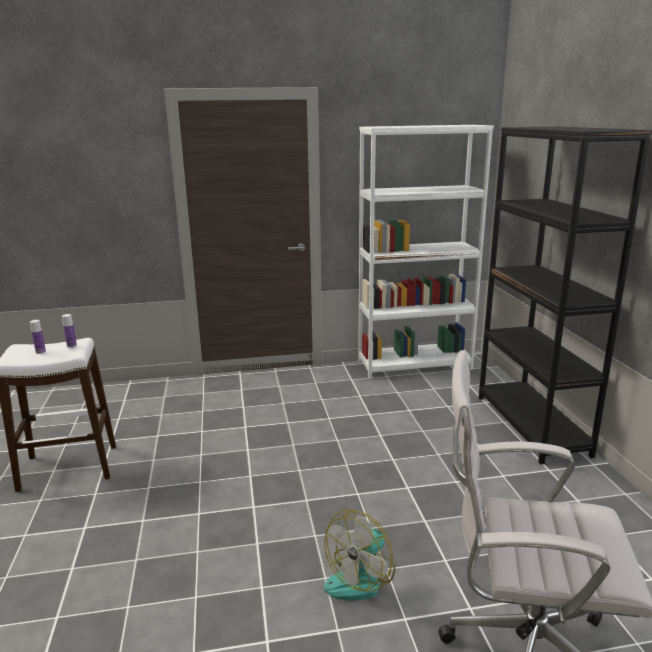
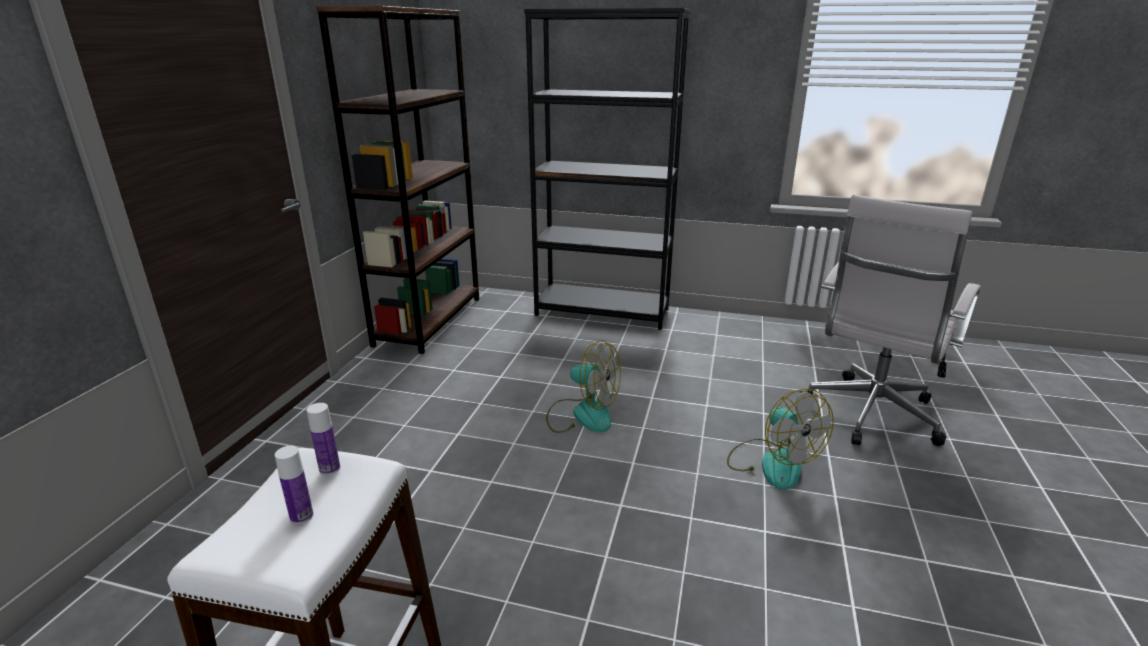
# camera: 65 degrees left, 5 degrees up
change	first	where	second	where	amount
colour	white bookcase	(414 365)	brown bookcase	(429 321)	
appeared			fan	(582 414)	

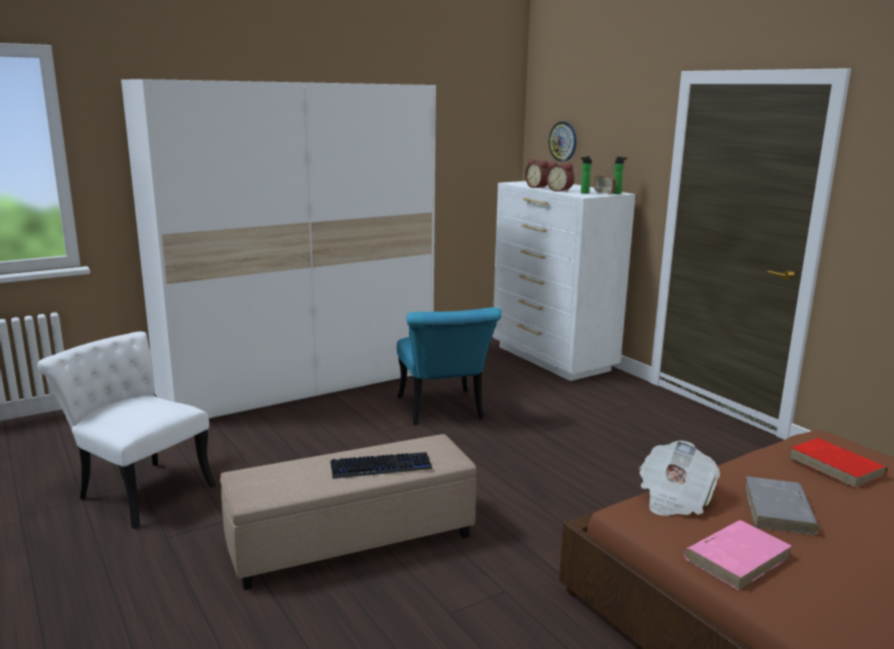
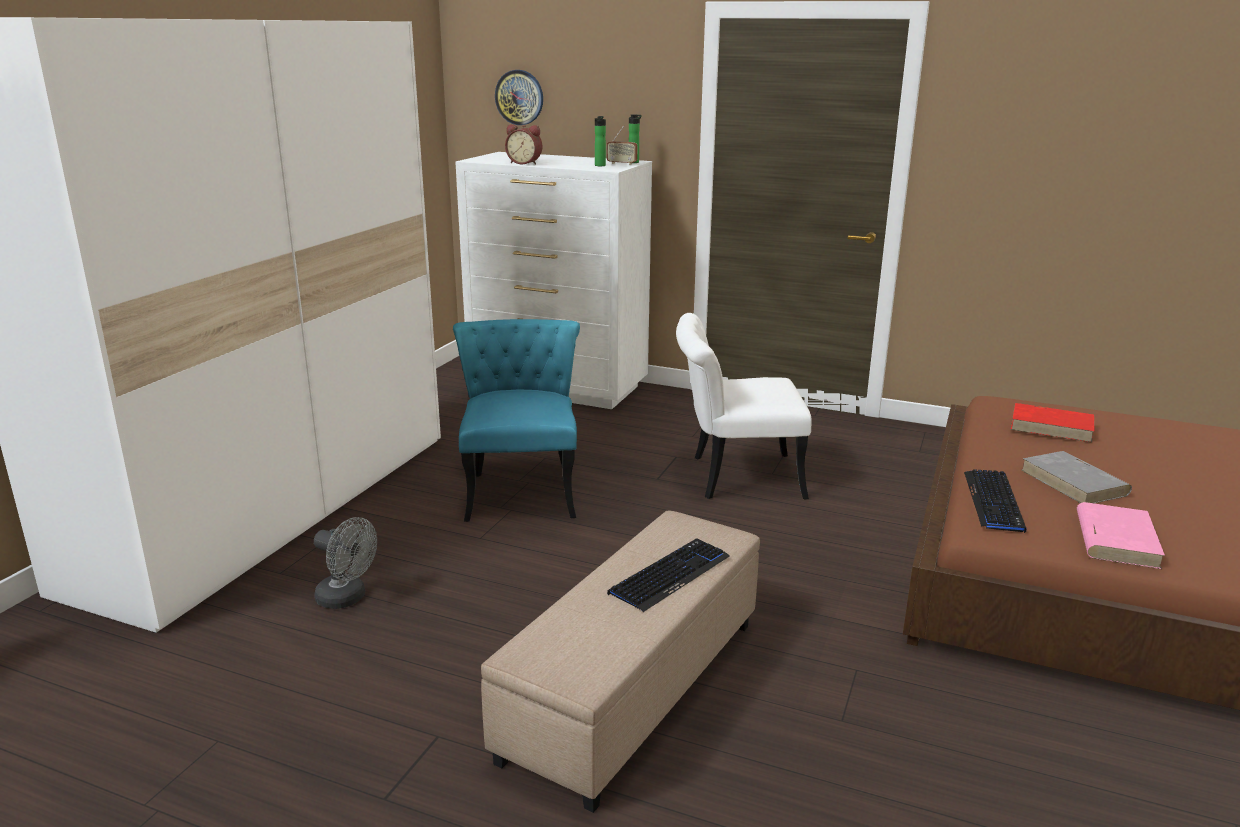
# camera: 35 degrees left, 5 degrees up
change	first	where	second	where	amount
missing	alarm clock	(560 190)			
spun	turquoise chair	(443 412)		(521 489)	135 degrees counterclockwise
relocated	white chair	(138 489)		(733 477)	
exchanged	newspaper	(674 498)	keyboard	(994 501)	
appeared			grey fan	(347 598)	

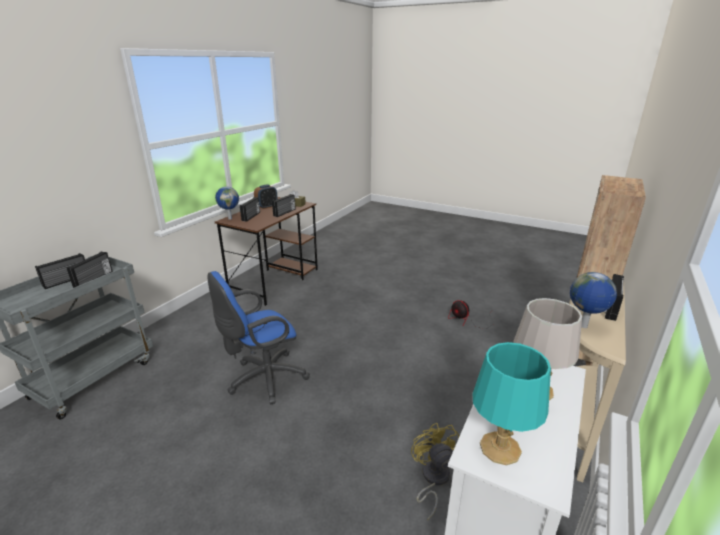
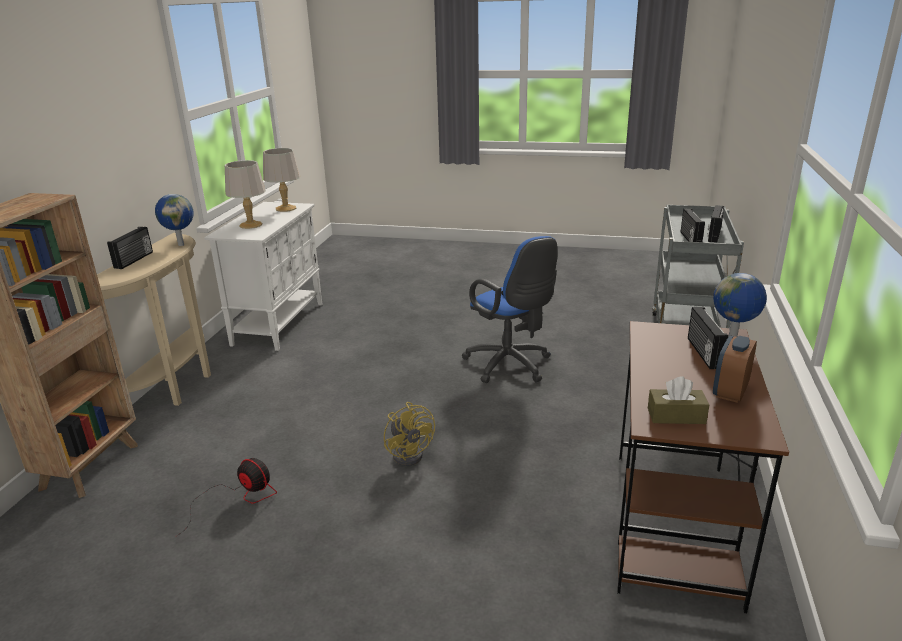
# camera: 165 degrees right, 0 degrees up
change	first	where	second	where	amount
missing	radio	(285 213)			
spun	blue office chair	(263 379)		(511 366)	105 degrees clockwise
colour	turquoise table lamp	(500 447)	grey table lamp	(285 208)	
relocated	yellow fan	(432 479)		(410 453)	

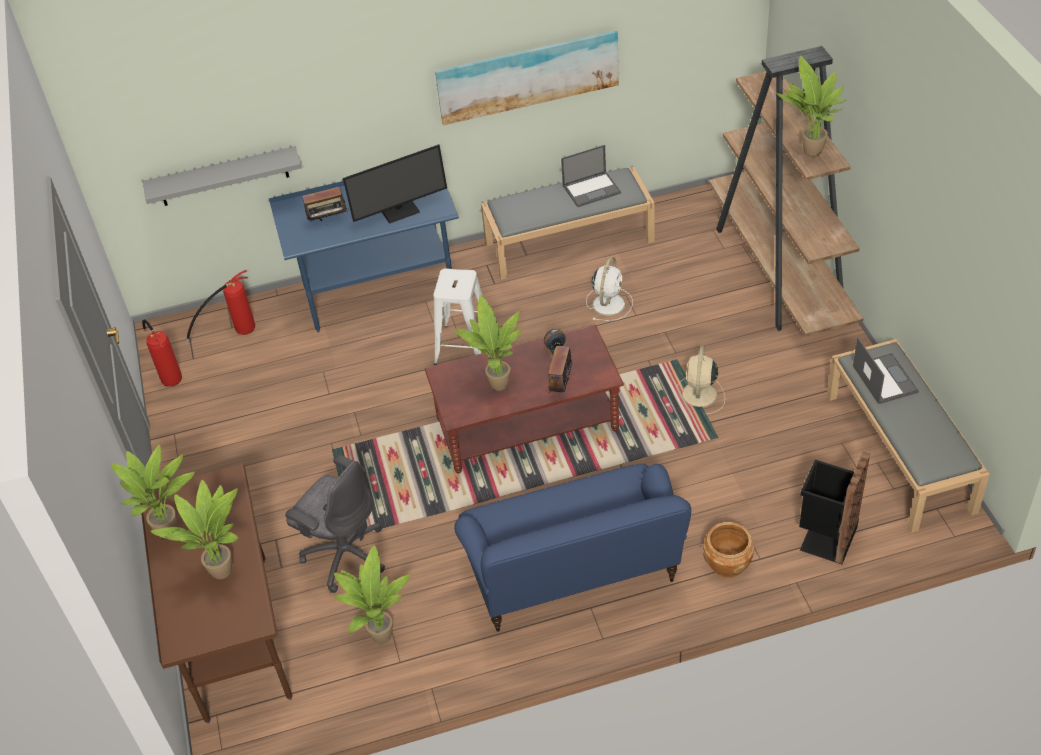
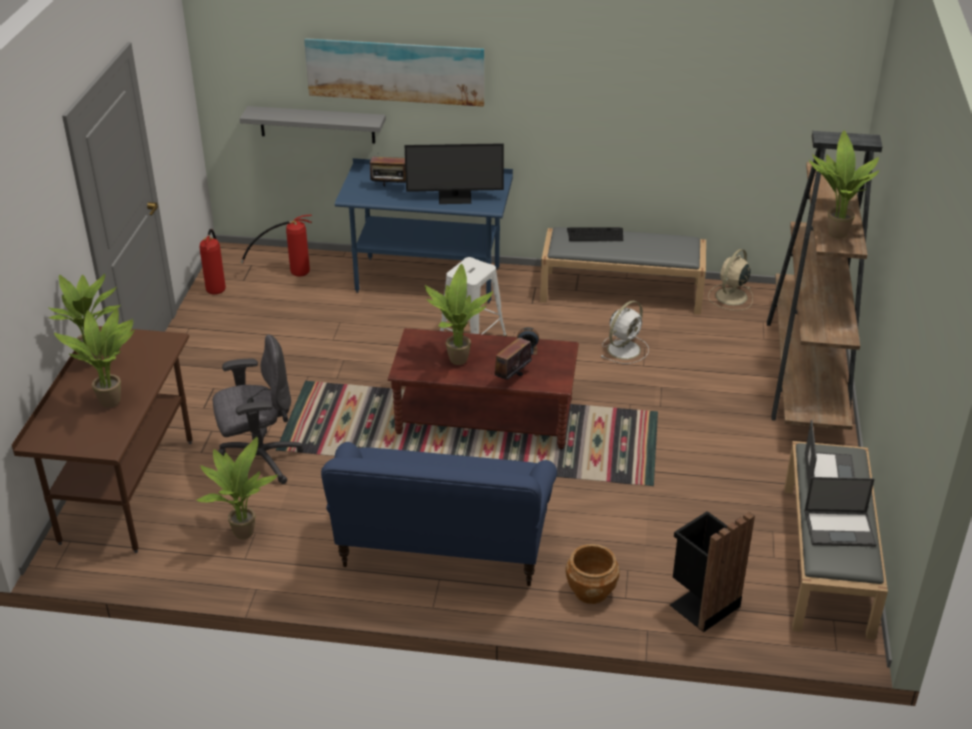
# camera: 20 degrees right, 10 degrees down
change	first	where	second	where	amount
relocated	picture	(527 75)		(395 70)	
relocated	laptop	(592 189)		(840 528)	
relocated	beige fan	(699 396)		(730 297)	
spun	grey office chair	(344 554)		(259 461)	75 degrees counterclockwise
appeared			keyboard	(595 235)	

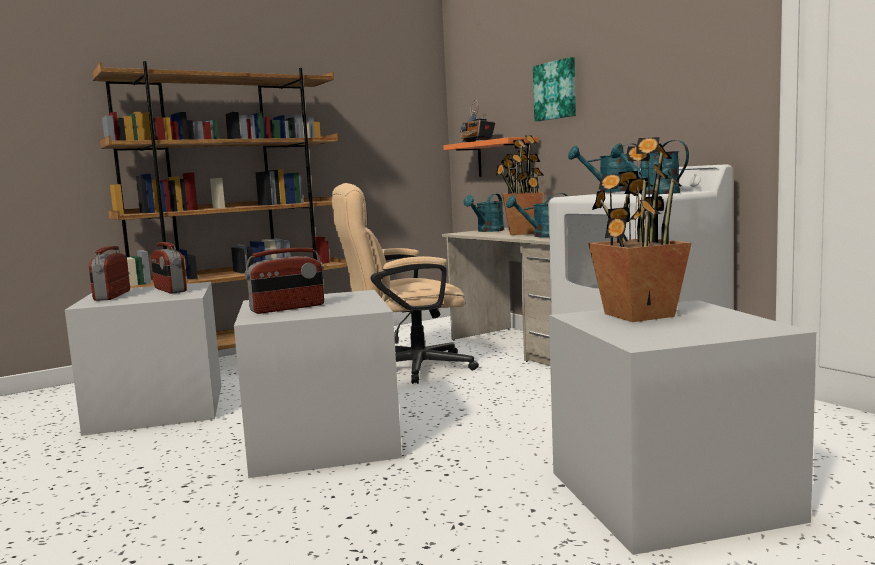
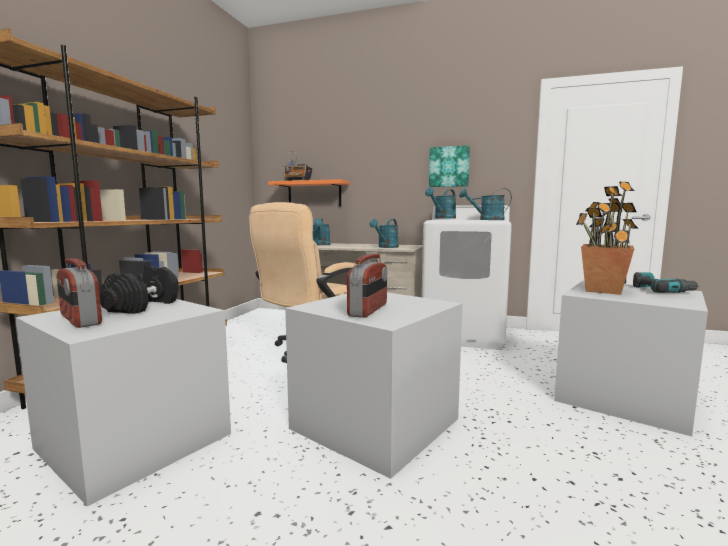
# camera: 40 degrees left, 0 degrees up
change	first	where	second	where	amount
relocated	picture	(556 90)		(449 167)	
missing	potted plant	(522 233)			
exchanged	radio	(169 290)	black dumbbell	(143 306)	
appeared			power drill	(662 290)	

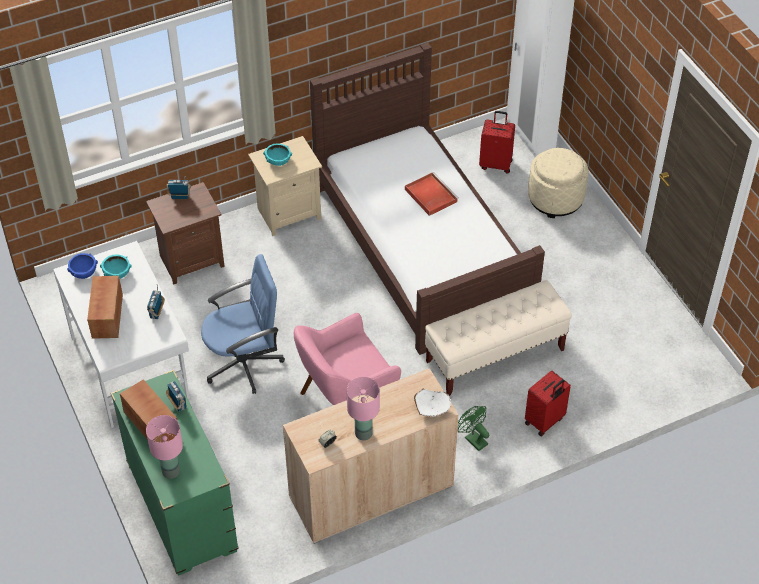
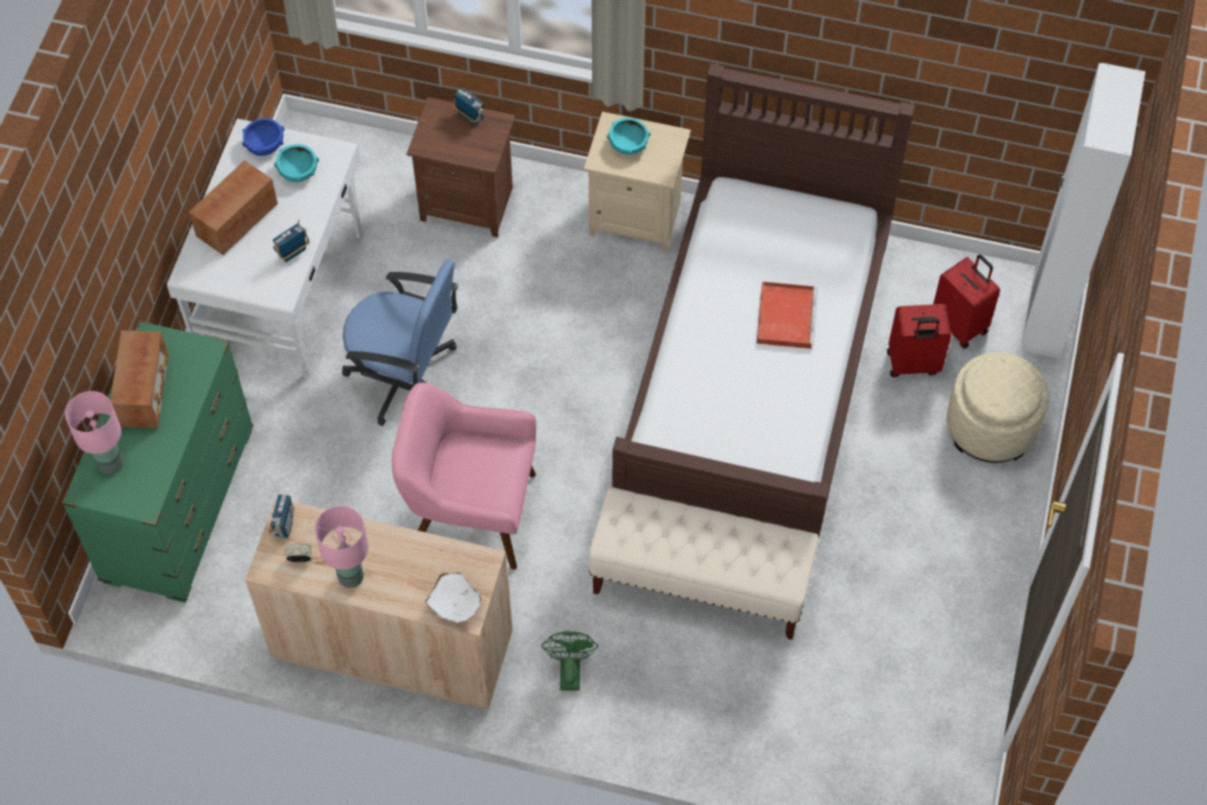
# camera: 40 degrees right, 10 degrees up
change	first	where	second	where	amount
relocated	red suitcase	(545 421)		(913 364)	
relocated	radio	(178 404)		(284 525)	

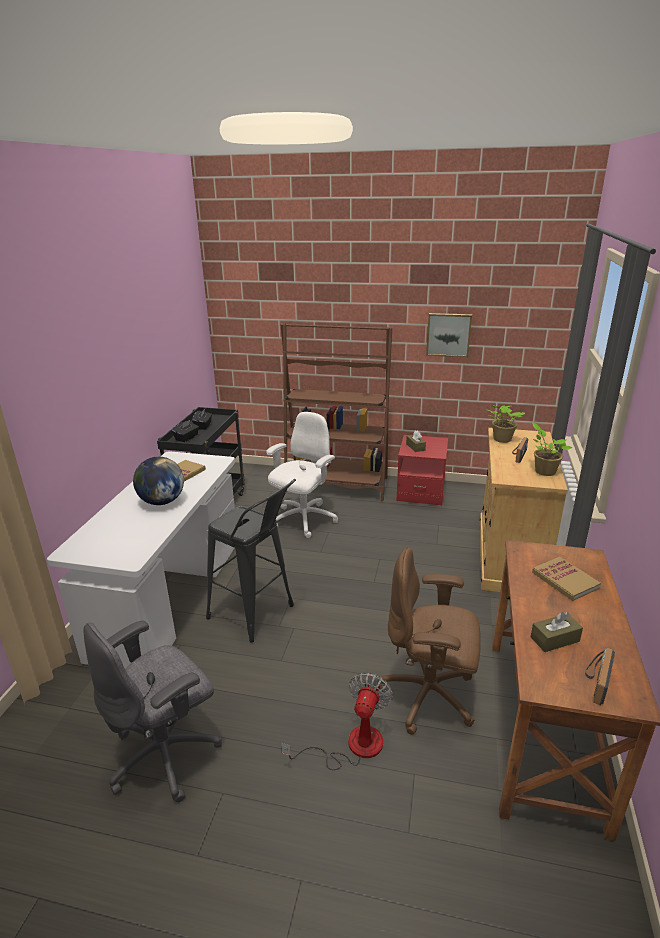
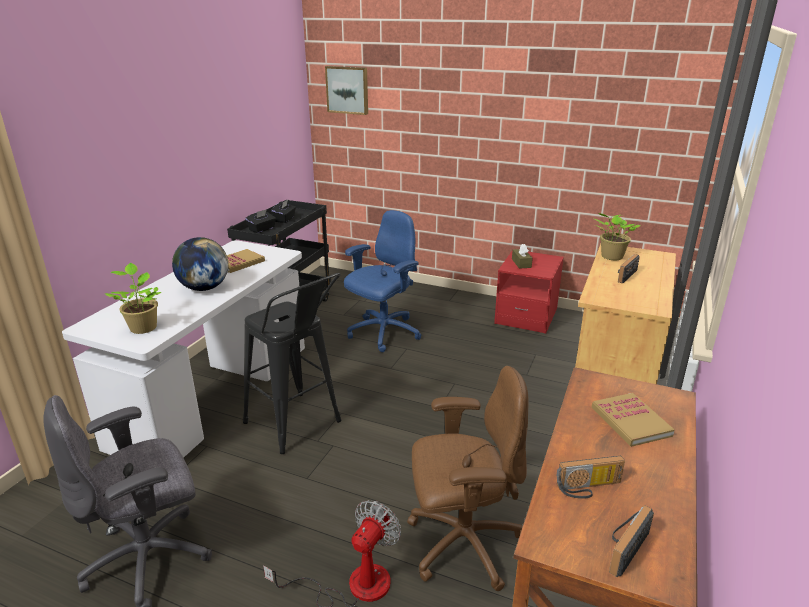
# camera: 10 degrees right, 0 degrees up
change	first	where	second	where	amount
relocated	picture	(448 334)		(348 90)	
missing	brown bookcase	(337 485)			
colour	white office chair	(303 520)	blue office chair	(383 333)	
relocated	potted plant	(543 471)		(143 327)	
spun	brown office chair	(429 696)		(462 543)	150 degrees clockwise
exchanged	brown tissue box	(554 639)	radio	(589 488)	

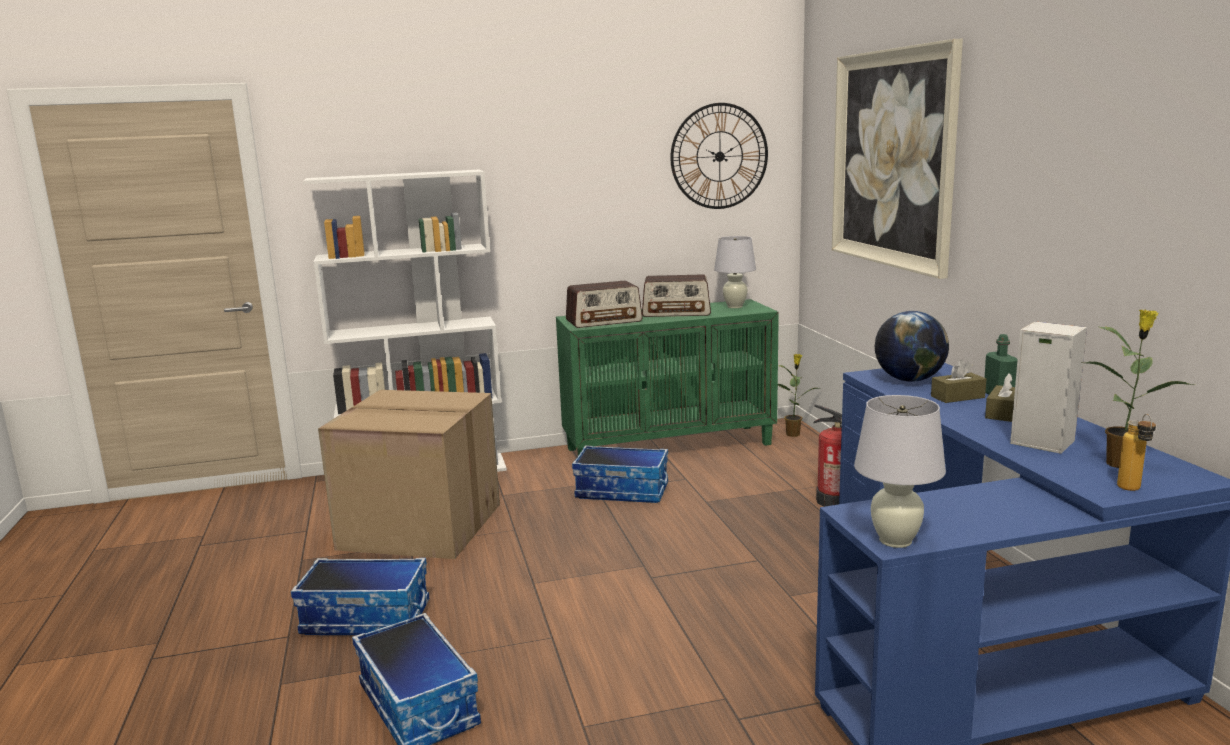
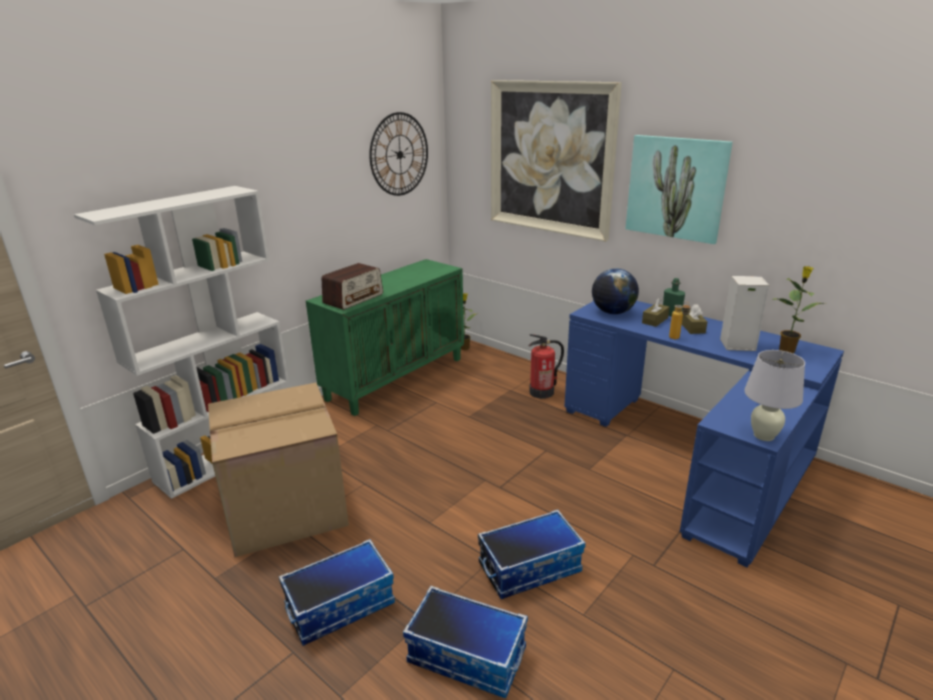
# camera: 35 degrees left, 10 degrees up
change	first	where	second	where	amount
missing	white table lamp	(735 306)			
missing	radio	(676 312)			
relocated	bottle	(1132 491)		(677 339)	
relocated	storage box	(622 491)		(529 567)	
appeared			picture	(676 188)	

